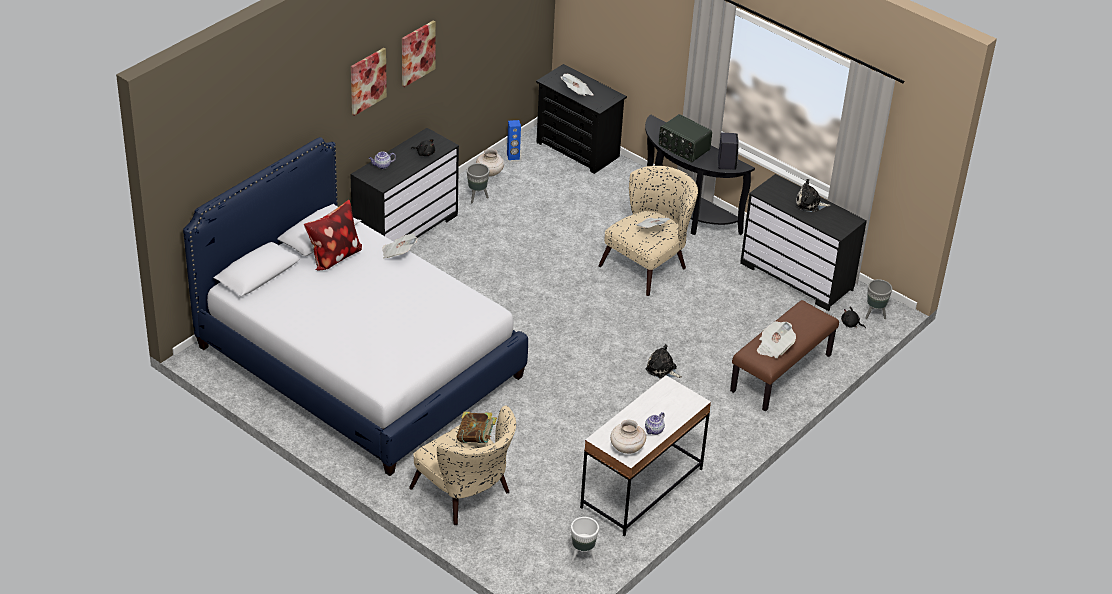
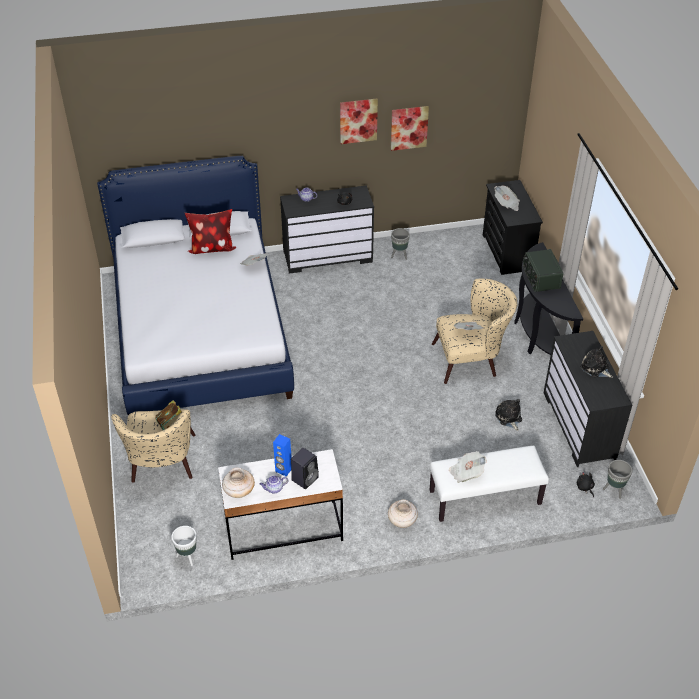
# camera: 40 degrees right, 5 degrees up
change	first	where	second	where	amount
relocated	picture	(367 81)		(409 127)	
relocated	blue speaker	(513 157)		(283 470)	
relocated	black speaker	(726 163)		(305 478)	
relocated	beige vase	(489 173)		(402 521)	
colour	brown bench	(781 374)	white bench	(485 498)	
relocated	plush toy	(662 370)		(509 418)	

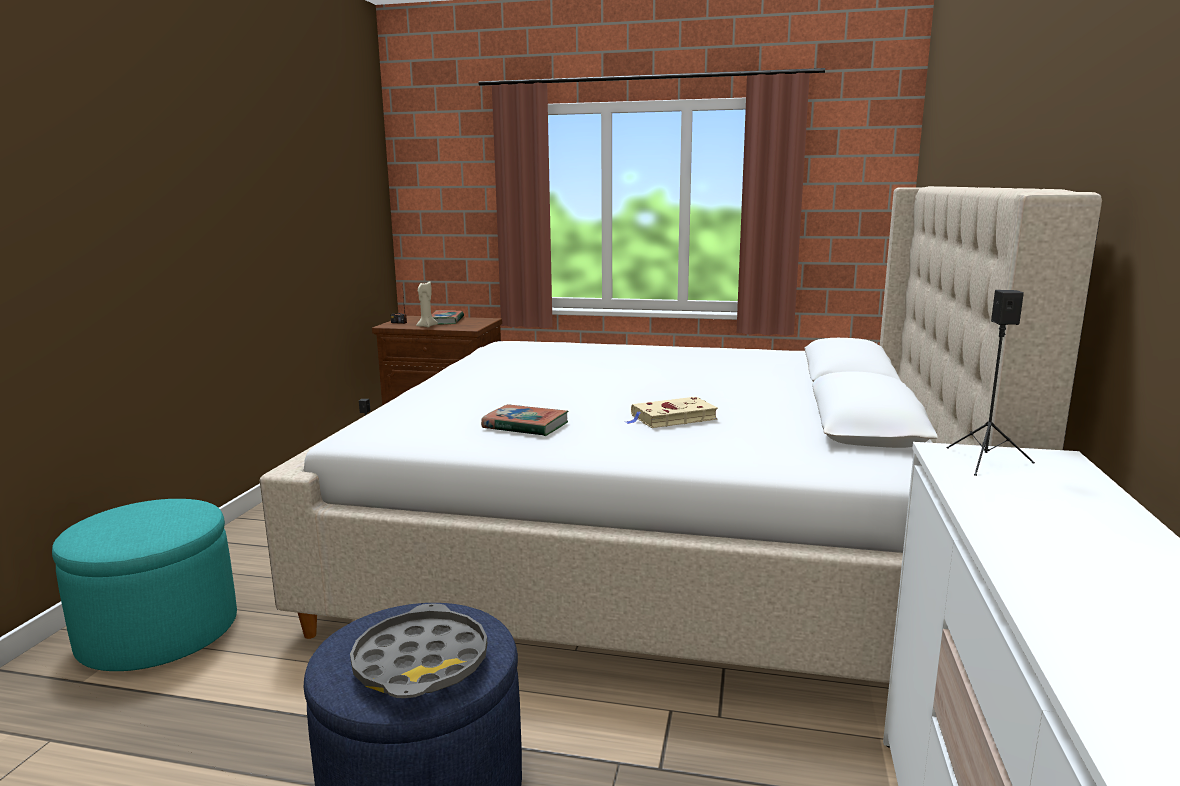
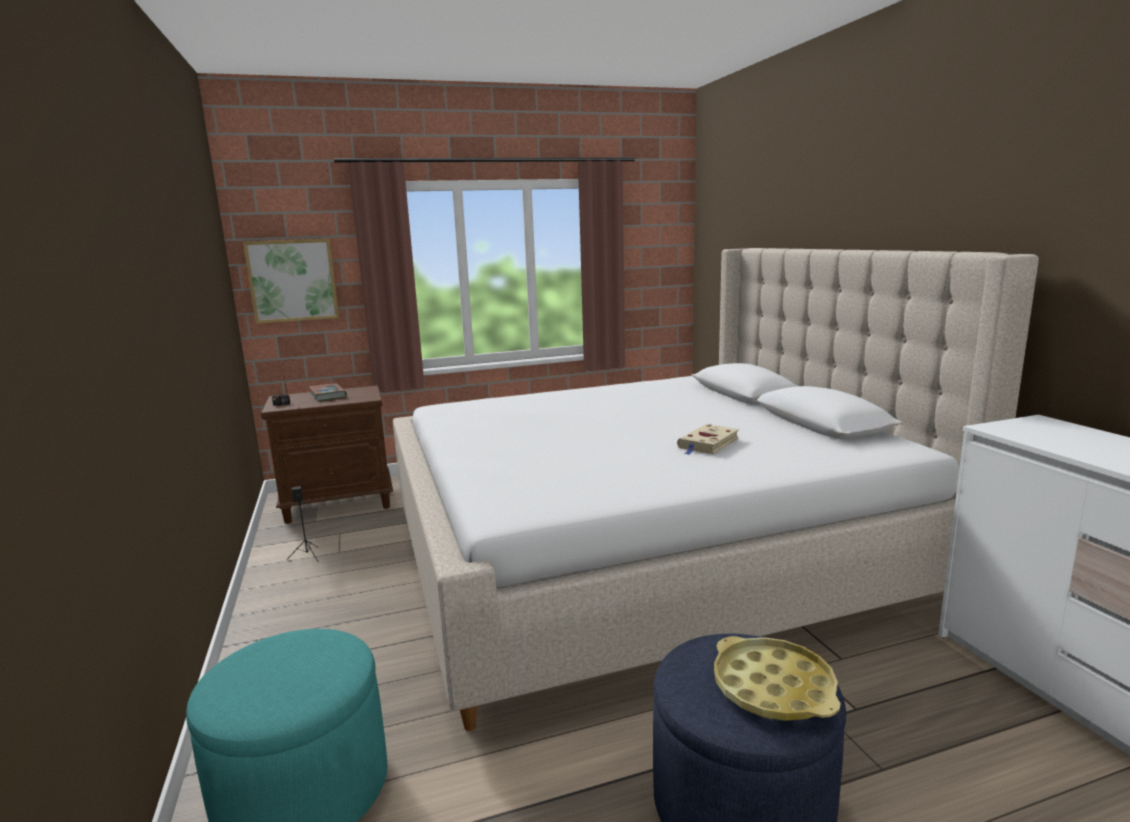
# camera: 30 degrees left, 0 degrees up
change	first	where	second	where	amount
missing	beige candle	(426 326)			
missing	black speaker	(985 462)			
missing	book	(525 426)			
colour	grey tray	(421 663)	yellow tray	(773 687)	
appeared			picture	(292 280)	

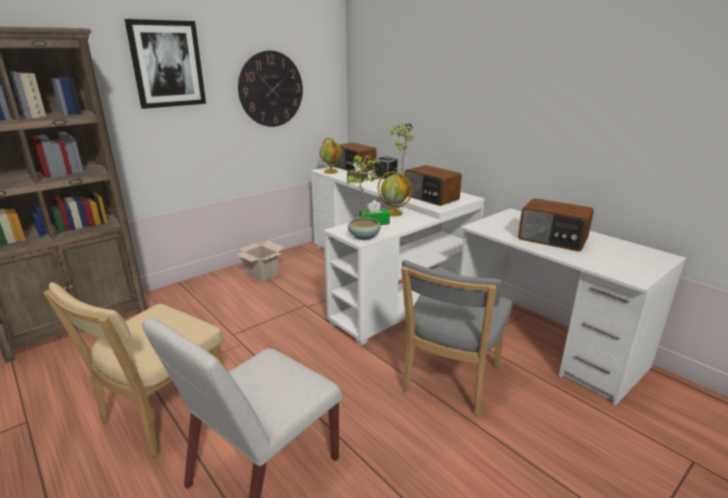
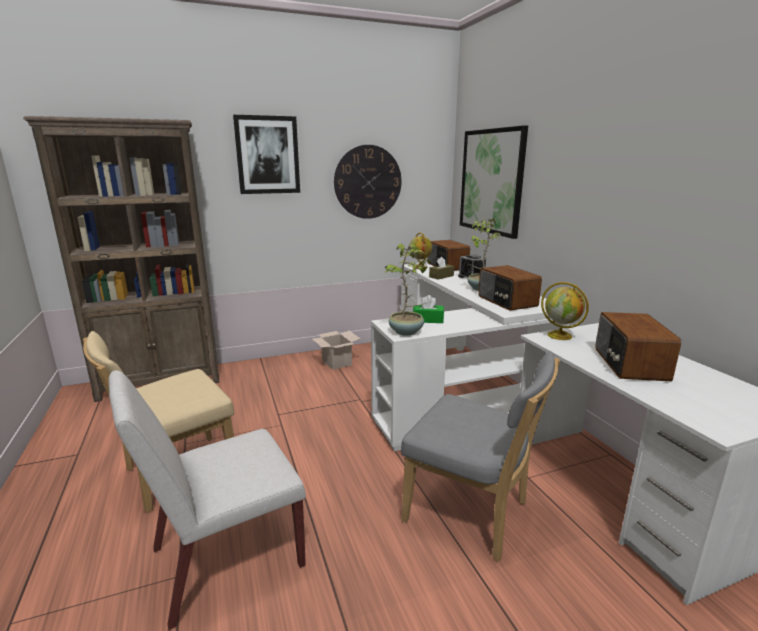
# camera: 20 degrees right, 5 degrees down
change	first	where	second	where	amount
relocated	globe	(394 213)		(560 336)	
spun	radio	(552 240)		(628 364)	45 degrees clockwise
spun	grey chair	(449 381)		(471 514)	105 degrees counterclockwise
appeared			picture	(491 181)	

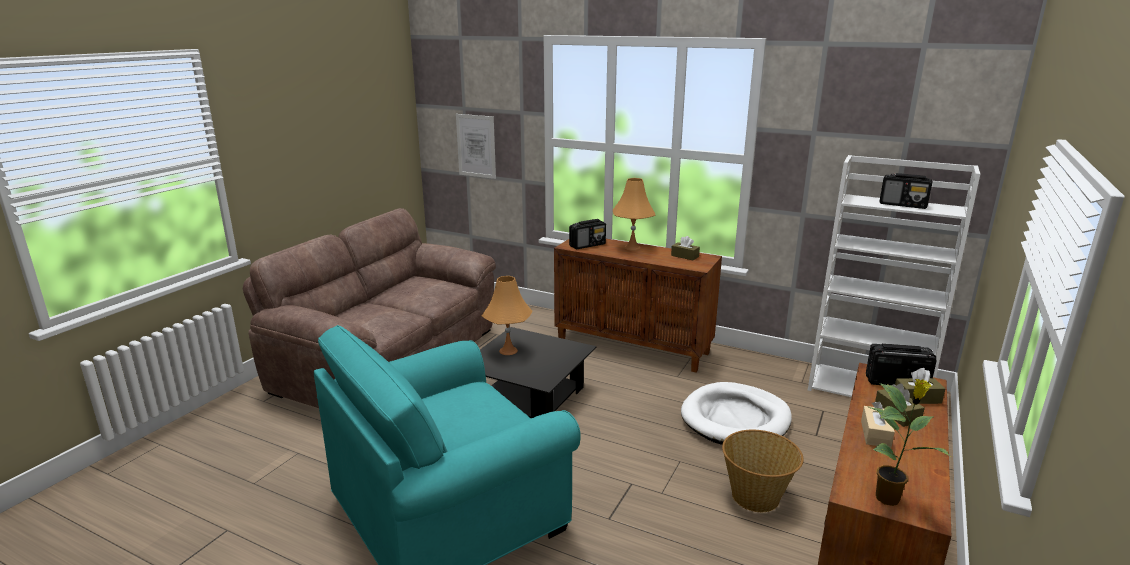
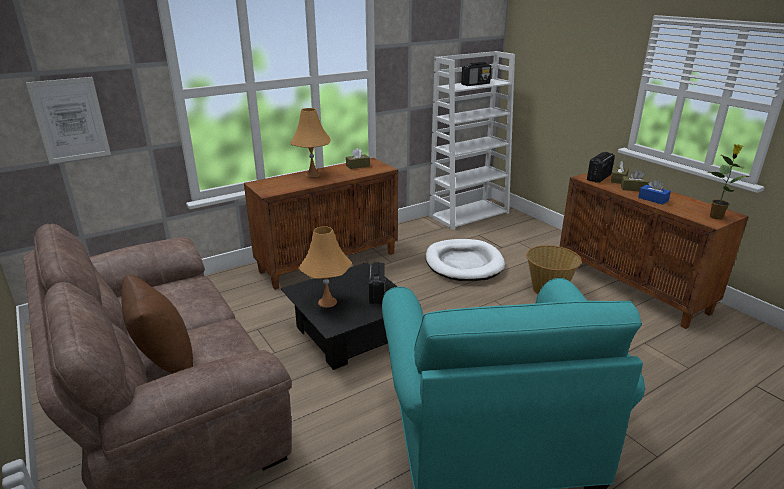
# camera: 60 degrees left, 5 degrees up
change	first	where	second	where	amount
relocated	radio	(587 245)		(377 294)	
colour	beige tissue box	(875 434)	blue tissue box	(653 199)	
appeared			brown pillow	(164 359)	

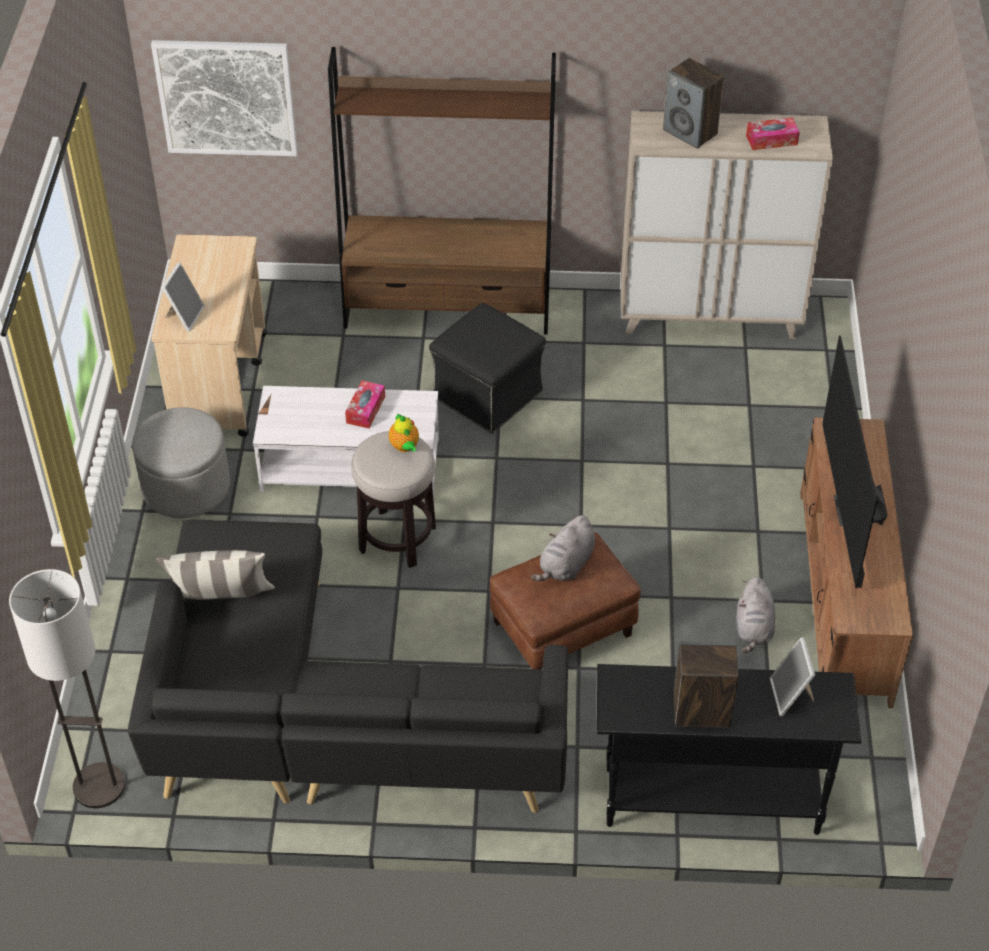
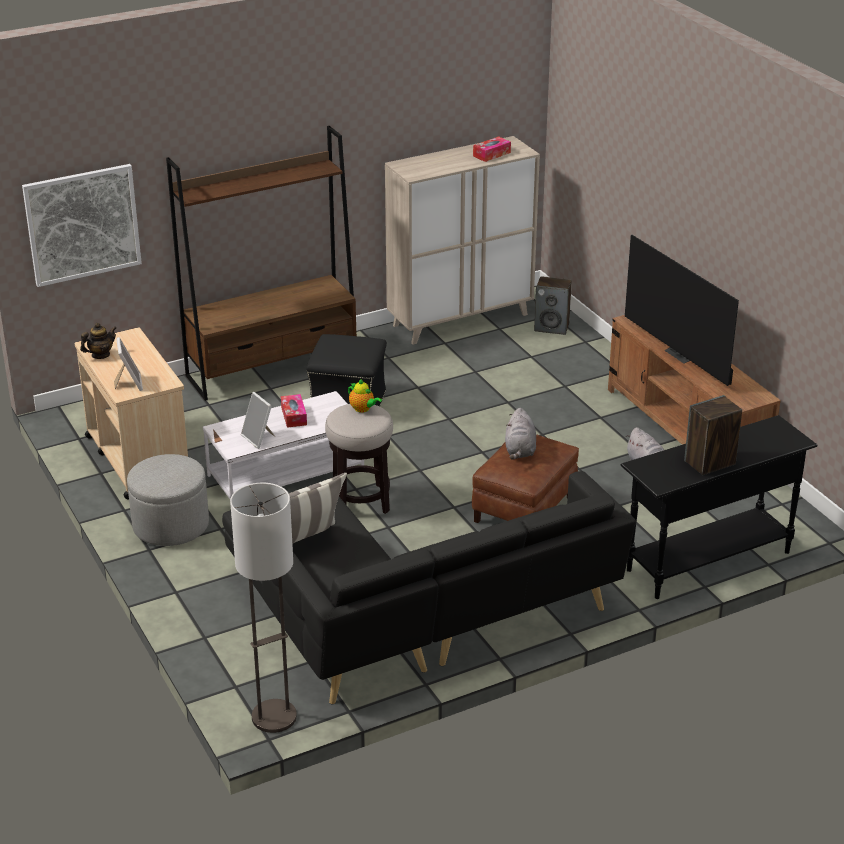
# camera: 30 degrees left, 15 degrees down
change	first	where	second	where	amount
relocated	speaker	(691 132)		(552 327)	
relocated	picture frame	(791 696)		(259 438)	
appeared			teapot	(100 355)	

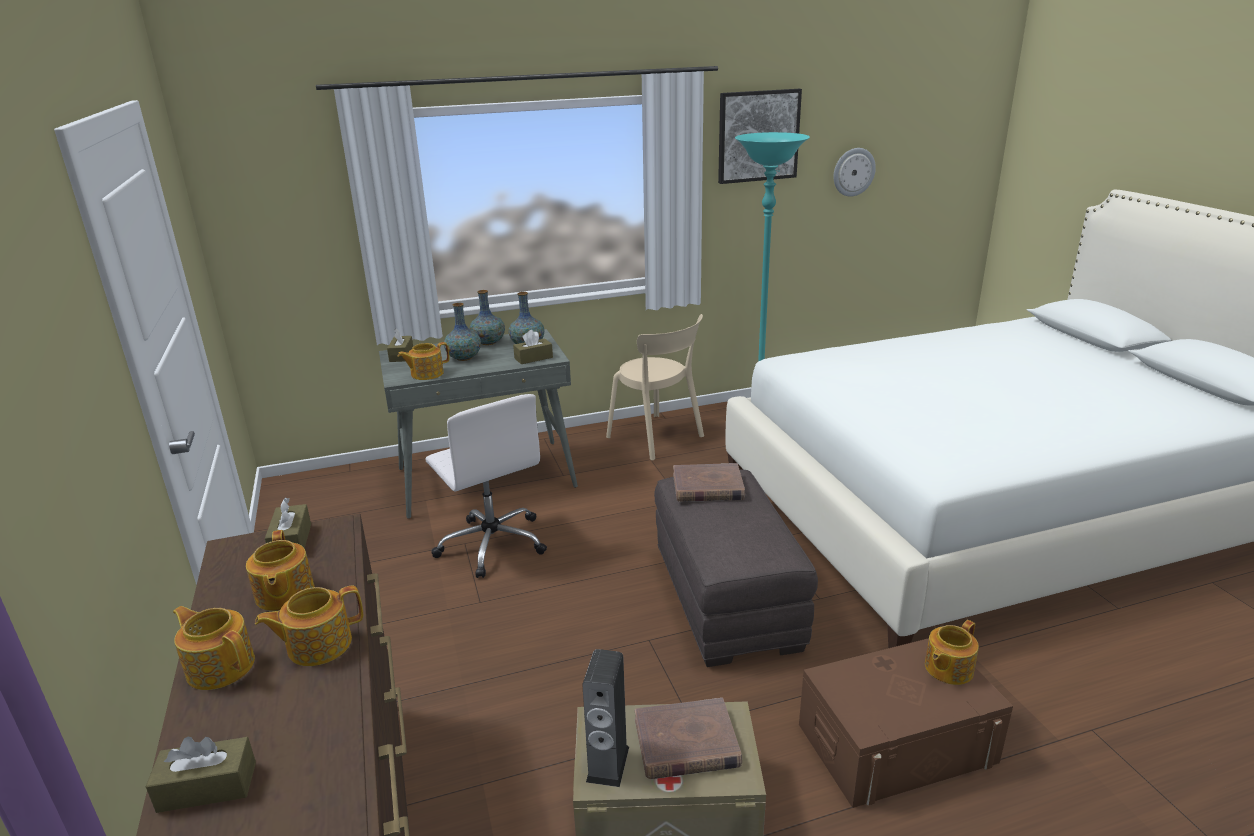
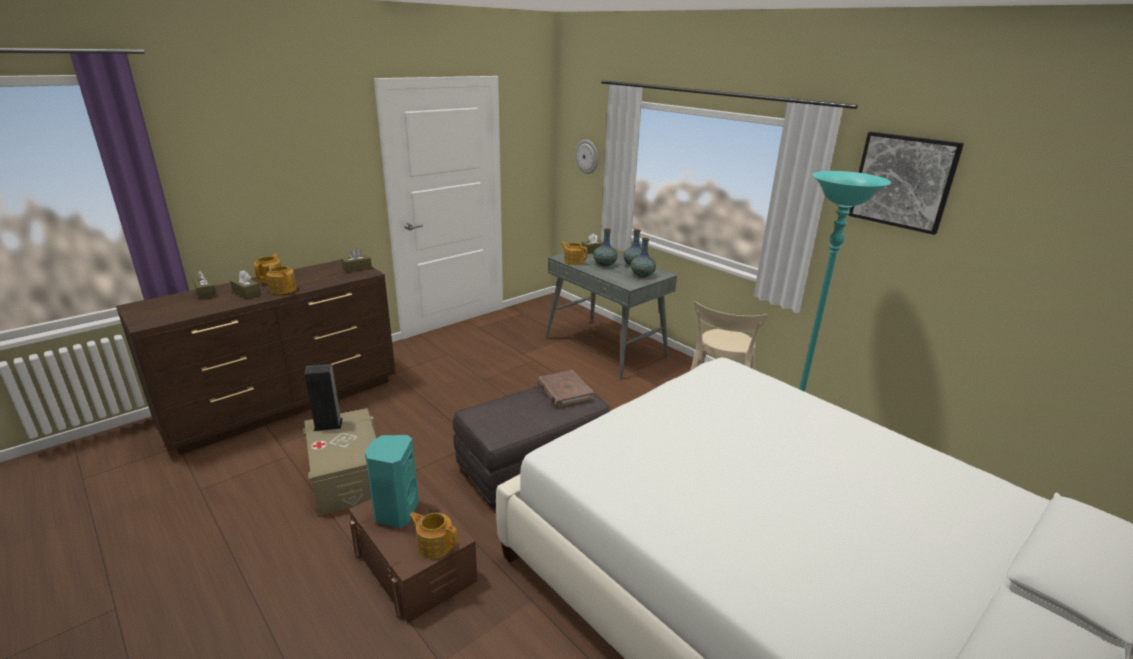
# camera: 65 degrees right, 0 degrees up
change	first	where	second	where	amount
relocated	wall clock	(853 172)		(587 156)	
relocated	brown tissue box	(533 358)		(247 293)	
missing	white office chair	(492 543)			
missing	teapot	(284 594)			
missing	brown book	(686 743)			
appeared			turquoise speaker	(395 512)	

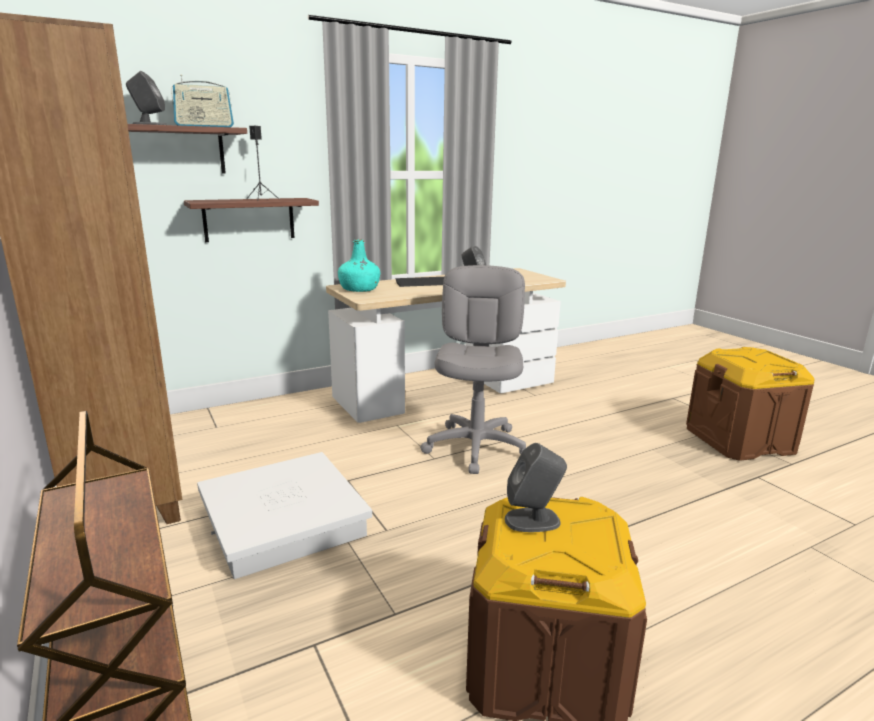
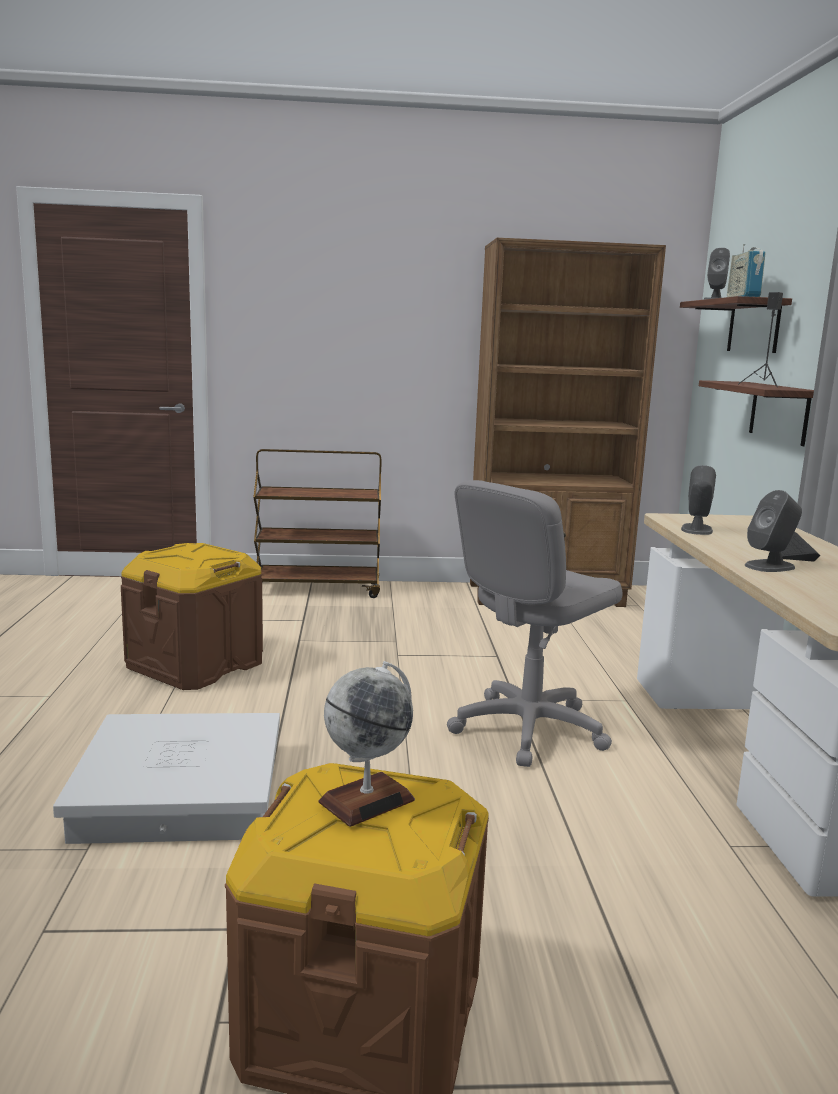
# camera: 115 degrees right, 5 degrees down
change	first	where	second	where	amount
missing	turquoise bottle	(360 289)			
spun	grey office chair	(477 447)		(528 729)	105 degrees clockwise
relocated	grey speaker	(533 520)		(696 530)	
relocated	white storage box	(283 521)		(182 791)	
appeared			globe	(367 800)	

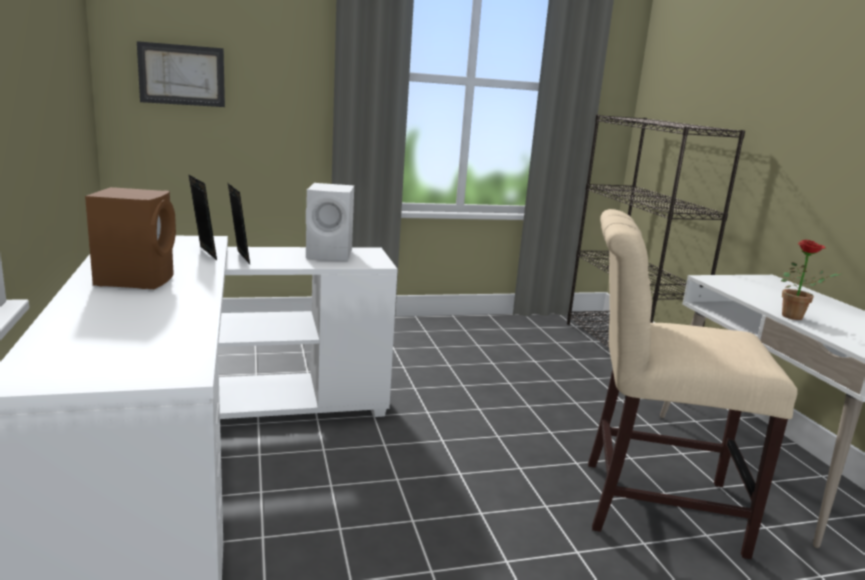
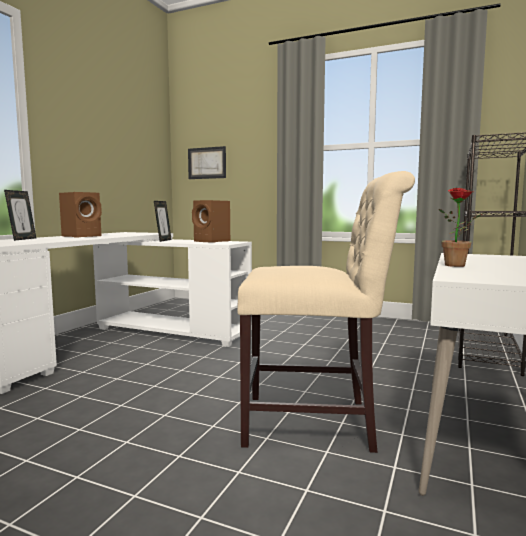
# camera: 40 degrees right, 10 degrees down
change	first	where	second	where	amount
relocated	picture frame	(203 253)		(22 239)	
colour	white speaker	(331 254)	brown speaker	(212 241)	
spun	beige chair	(649 503)		(316 423)	135 degrees clockwise

